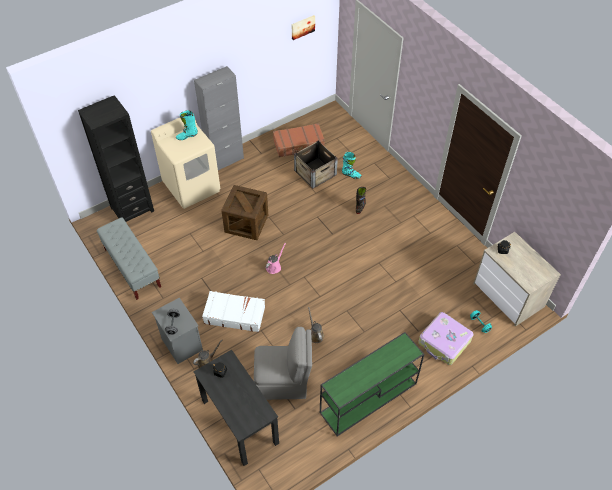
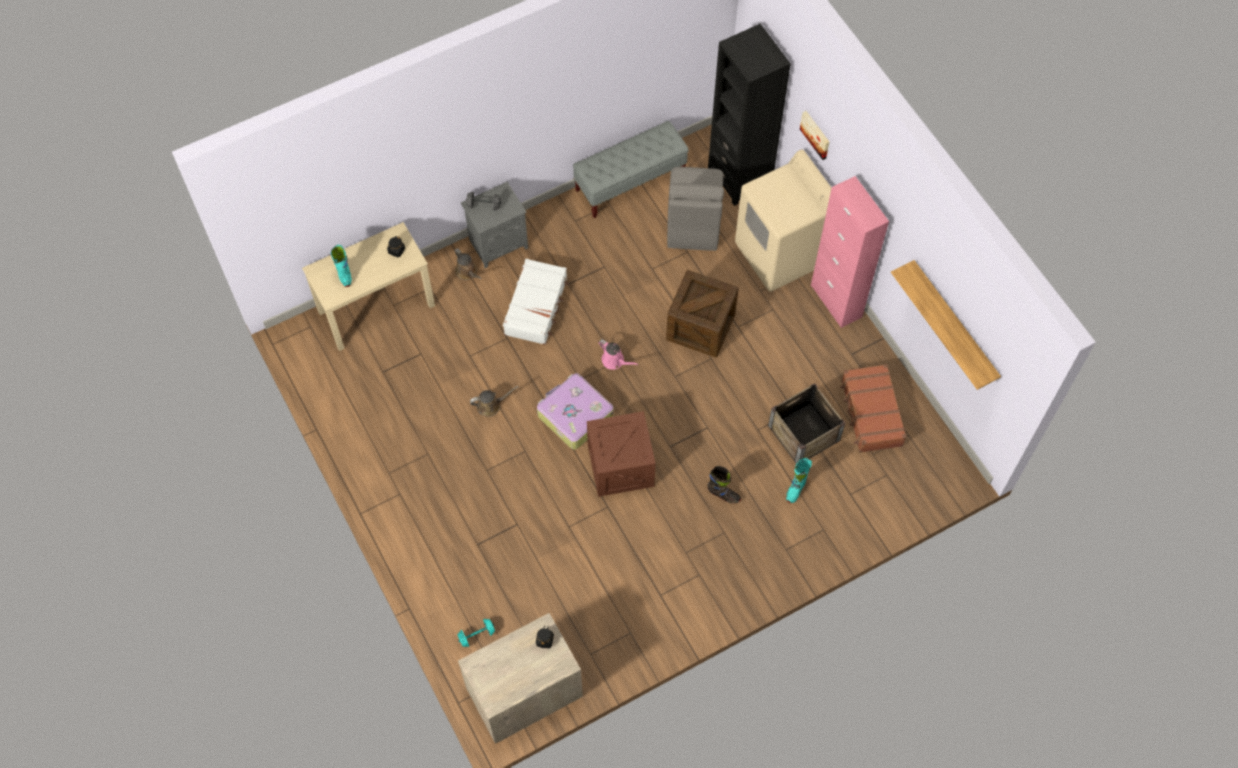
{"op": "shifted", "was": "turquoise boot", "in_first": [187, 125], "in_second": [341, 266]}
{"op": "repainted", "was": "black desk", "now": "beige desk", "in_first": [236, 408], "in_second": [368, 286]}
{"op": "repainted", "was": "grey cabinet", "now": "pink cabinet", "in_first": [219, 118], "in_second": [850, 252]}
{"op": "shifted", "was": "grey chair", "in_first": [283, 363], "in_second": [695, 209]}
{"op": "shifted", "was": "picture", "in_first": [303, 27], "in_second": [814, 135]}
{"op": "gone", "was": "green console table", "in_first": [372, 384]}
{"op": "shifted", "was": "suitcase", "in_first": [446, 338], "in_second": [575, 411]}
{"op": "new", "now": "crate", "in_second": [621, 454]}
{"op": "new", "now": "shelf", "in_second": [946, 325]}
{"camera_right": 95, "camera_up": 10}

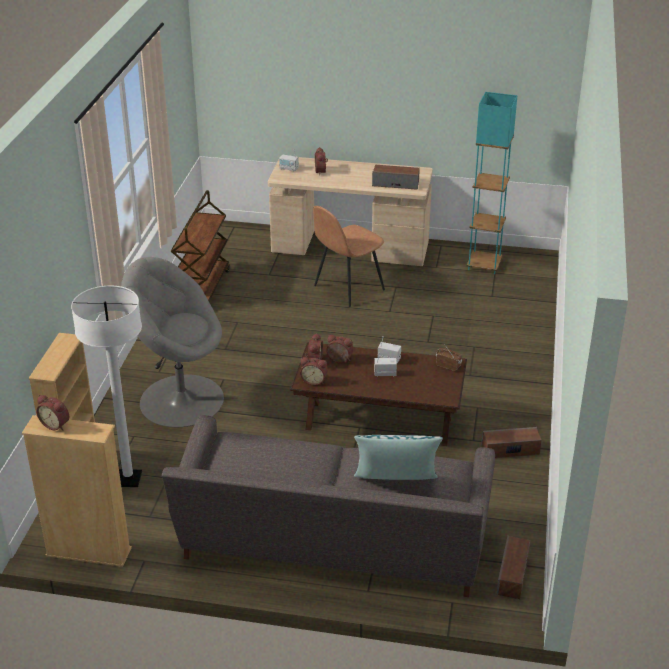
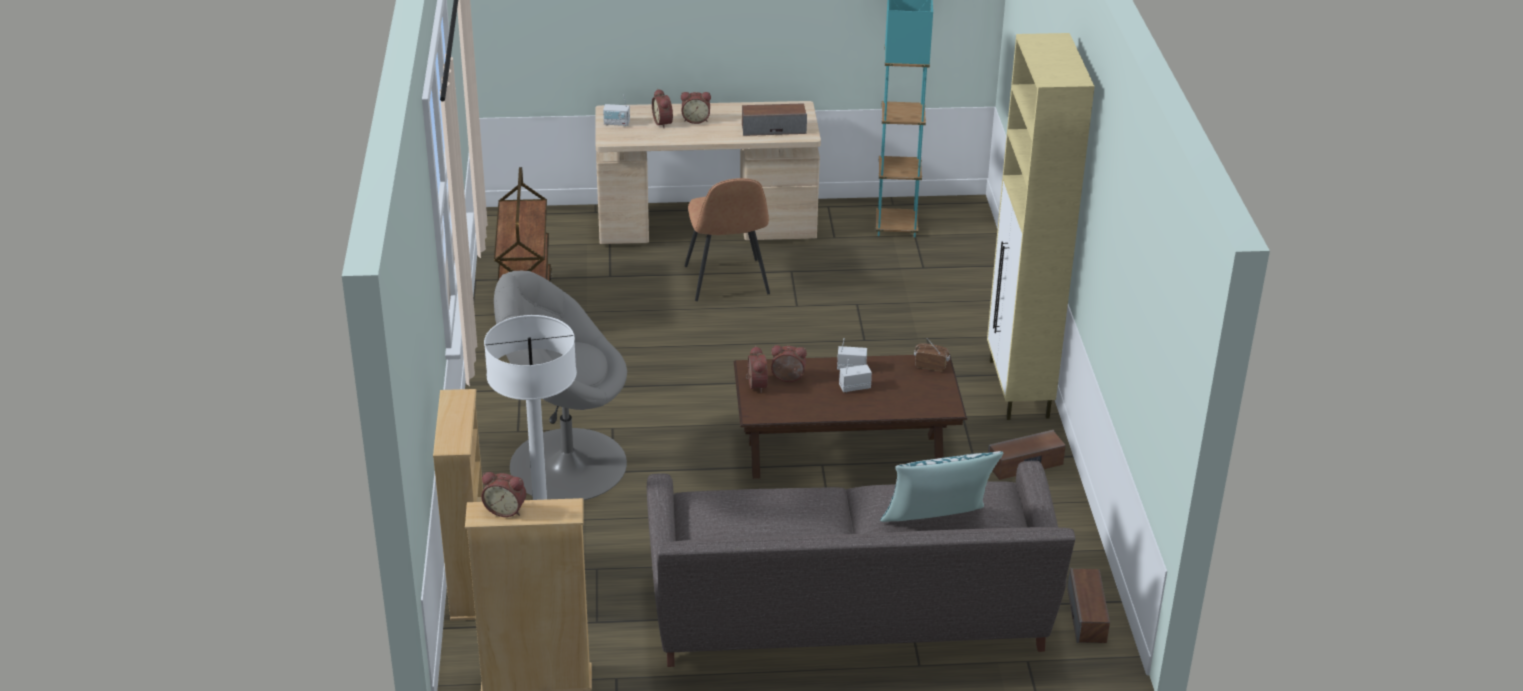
{"op": "shifted", "was": "alarm clock", "in_first": [313, 371], "in_second": [696, 108]}
{"op": "rotated", "was": "brown chair", "in_first": [349, 256], "in_second": [727, 239], "clockwise": -45}
{"op": "new", "now": "beige cabinet", "in_second": [1041, 226]}
{"camera_right": -15, "camera_up": 0}

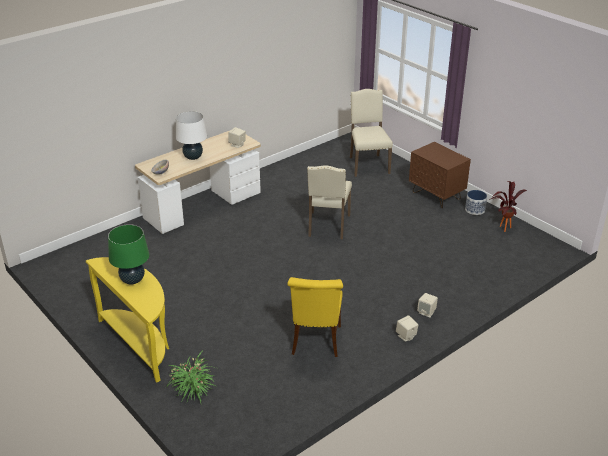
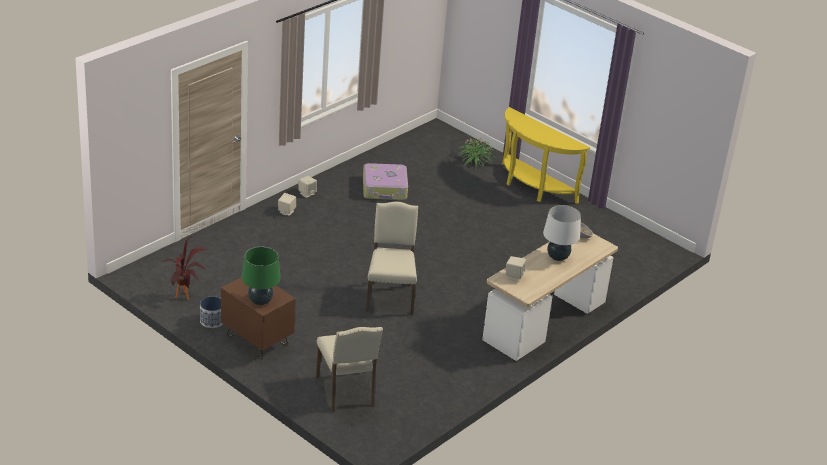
{"op": "shifted", "was": "green table lamp", "in_first": [128, 254], "in_second": [261, 276]}
{"op": "swapped", "was": "yellow chair", "now": "suitcase", "in_first": [315, 317], "in_second": [385, 181]}
{"camera_right": 170, "camera_up": 0}

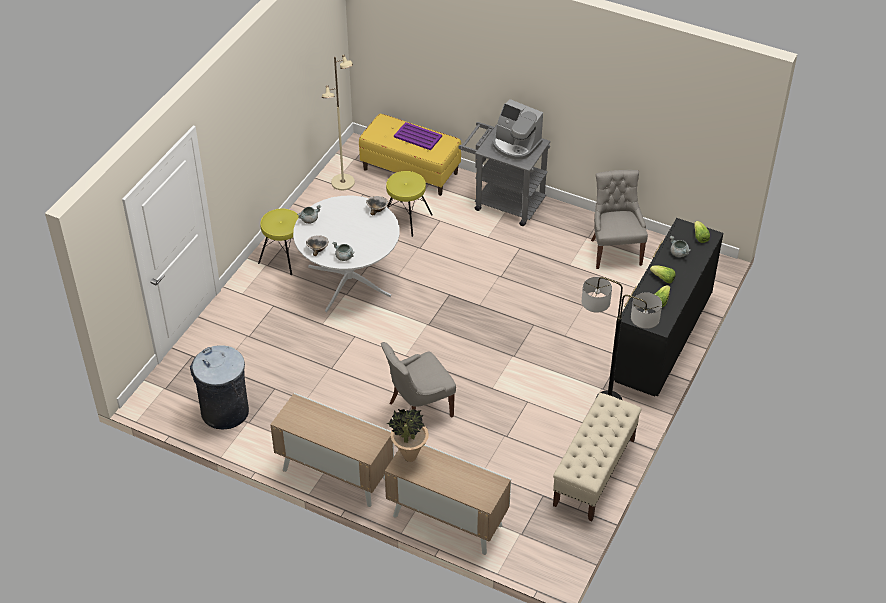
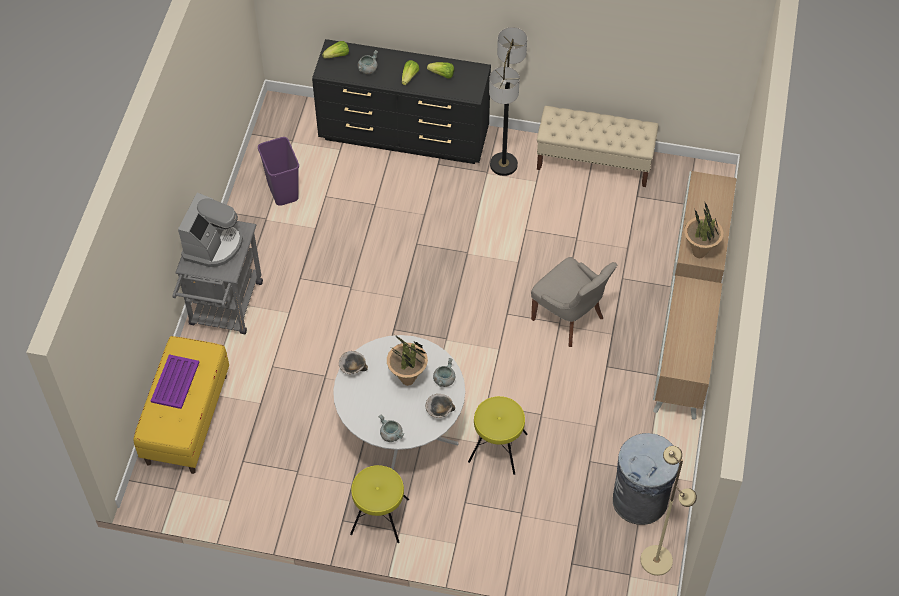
{"op": "shifted", "was": "beige floor lamp", "in_first": [338, 122], "in_second": [668, 511]}
{"op": "shifted", "was": "yellow stool", "in_first": [409, 204], "in_second": [498, 435]}
{"op": "swapped", "was": "grey chair", "now": "purple trash can", "in_first": [619, 219], "in_second": [278, 171]}
{"op": "new", "now": "potted plant", "in_second": [407, 361]}
{"camera_right": -105, "camera_up": 10}

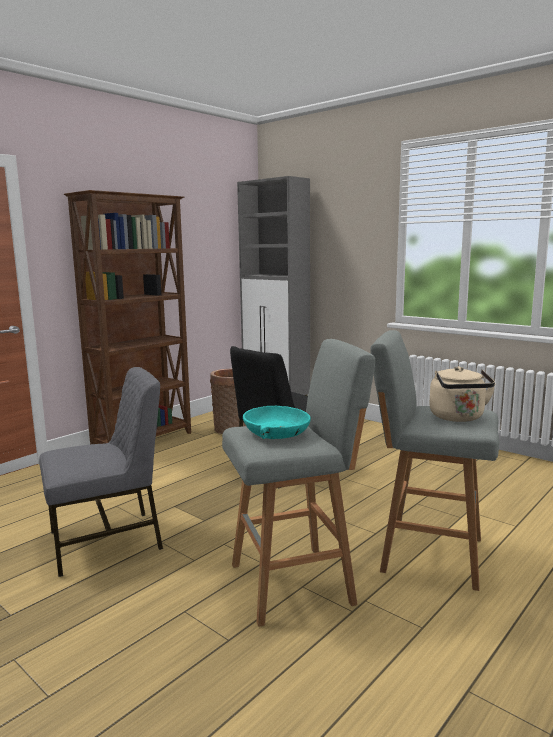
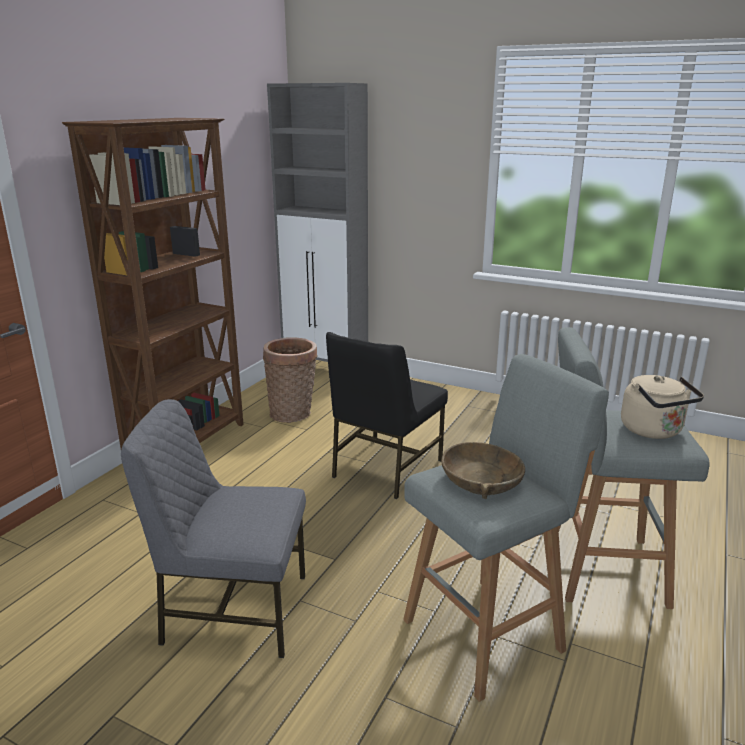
{"op": "rotated", "was": "grey chair", "in_first": [101, 472], "in_second": [213, 528], "clockwise": -135}
{"op": "repainted", "was": "turquoise bowl", "now": "brown bowl", "in_first": [277, 422], "in_second": [483, 470]}
{"camera_right": -15, "camera_up": 10}

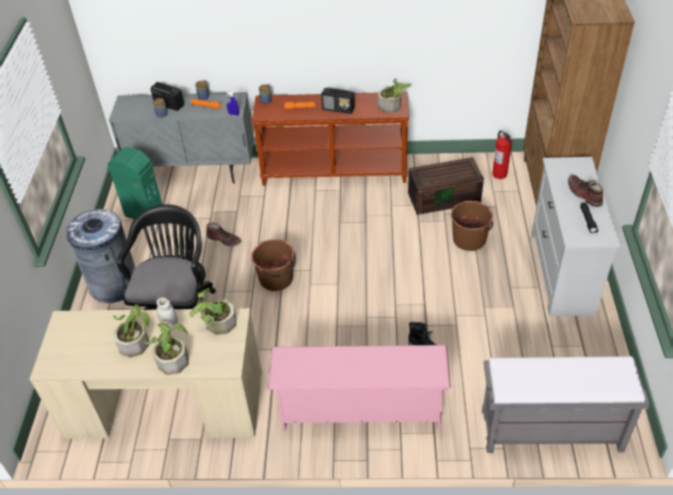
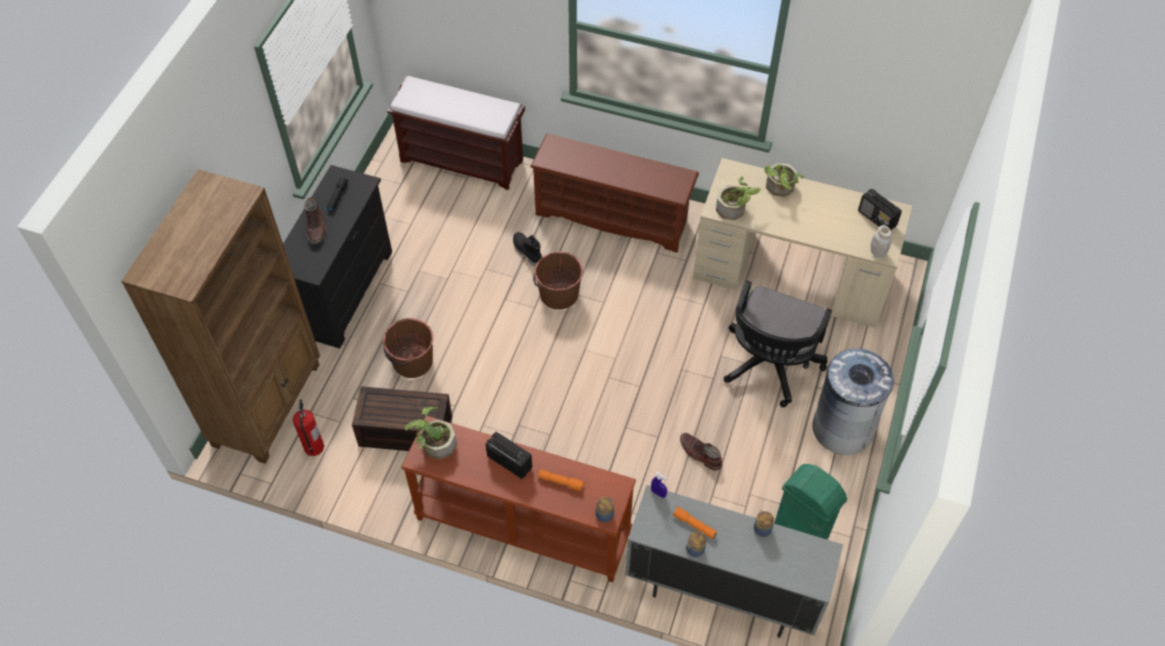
{"op": "gone", "was": "potted plant", "in_first": [131, 331]}
{"op": "shifted", "was": "radio", "in_first": [167, 96], "in_second": [880, 209]}
{"op": "shifted", "was": "white jar", "in_first": [167, 313], "in_second": [881, 241]}
{"op": "shifted", "was": "brown bucket", "in_first": [273, 265], "in_second": [558, 281]}
{"op": "repainted", "was": "pink shoe rack", "now": "brown shoe rack", "in_first": [359, 388], "in_second": [614, 193]}
{"op": "repainted", "was": "grey bench", "now": "brown bench", "in_first": [566, 404], "in_second": [456, 133]}
{"op": "repainted", "was": "white dresser", "now": "black dresser", "in_first": [576, 236], "in_second": [337, 256]}
{"camera_right": -165, "camera_up": 10}

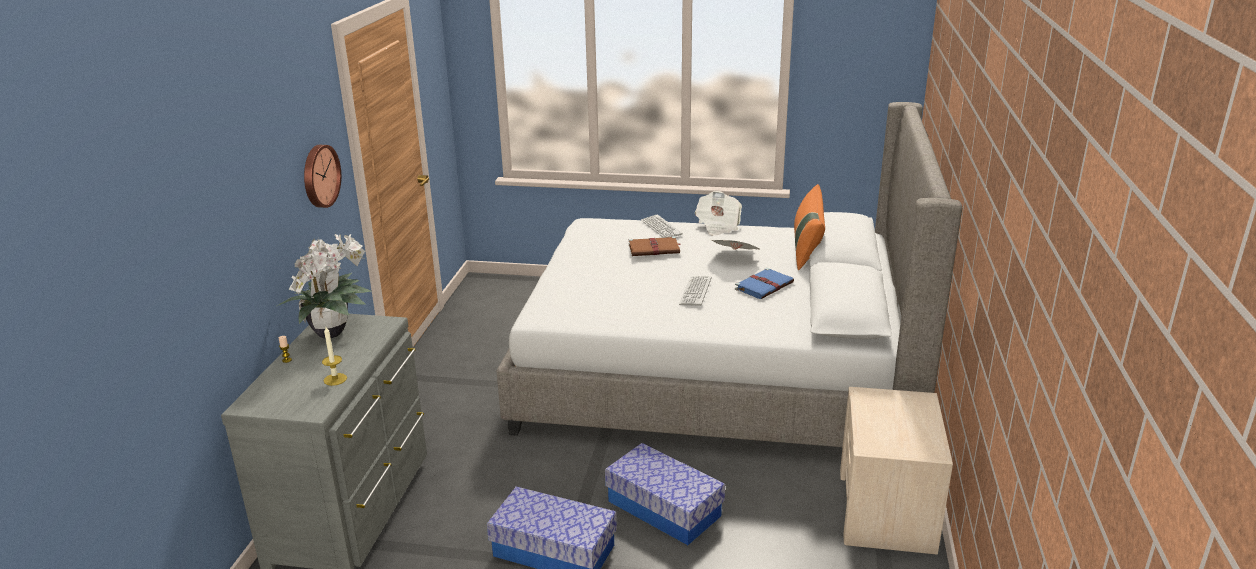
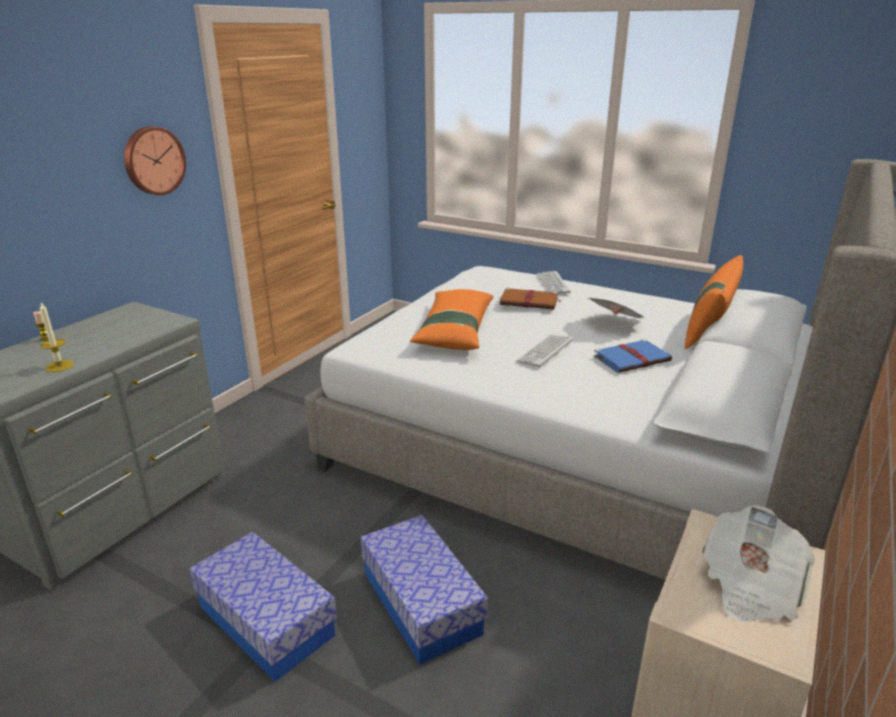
{"op": "gone", "was": "potted plant", "in_first": [324, 286]}
{"op": "shifted", "was": "newspaper", "in_first": [718, 213], "in_second": [758, 563]}
{"op": "new", "now": "orange pillow", "in_second": [451, 319]}
{"camera_right": 20, "camera_up": 0}

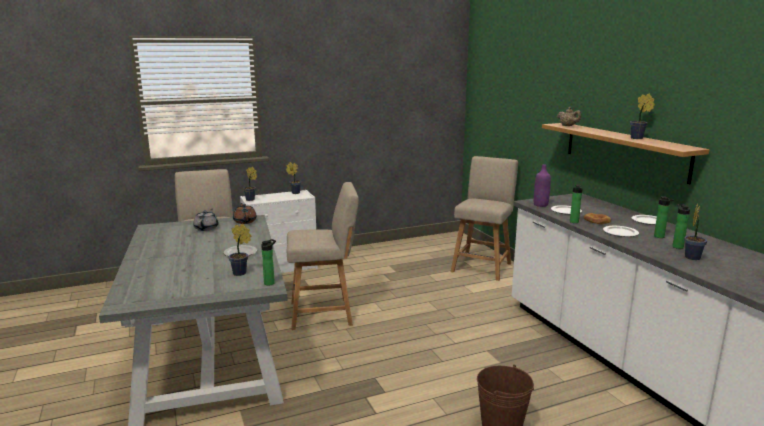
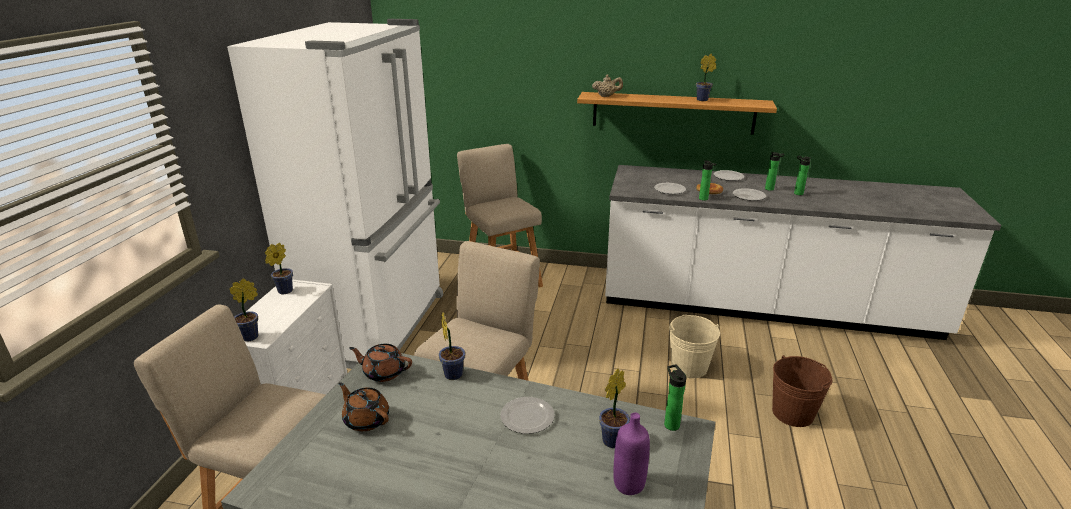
{"op": "repainted", "was": "grey teapot", "now": "brown teapot", "in_first": [206, 220], "in_second": [364, 406]}
{"op": "shifted", "was": "purple bottle", "in_first": [542, 185], "in_second": [631, 454]}
{"op": "shifted", "was": "potted plant", "in_first": [695, 232], "in_second": [452, 346]}
{"op": "new", "now": "white fridge", "in_second": [335, 194]}
{"op": "new", "now": "beige bucket", "in_second": [694, 346]}
{"camera_right": -55, "camera_up": 10}

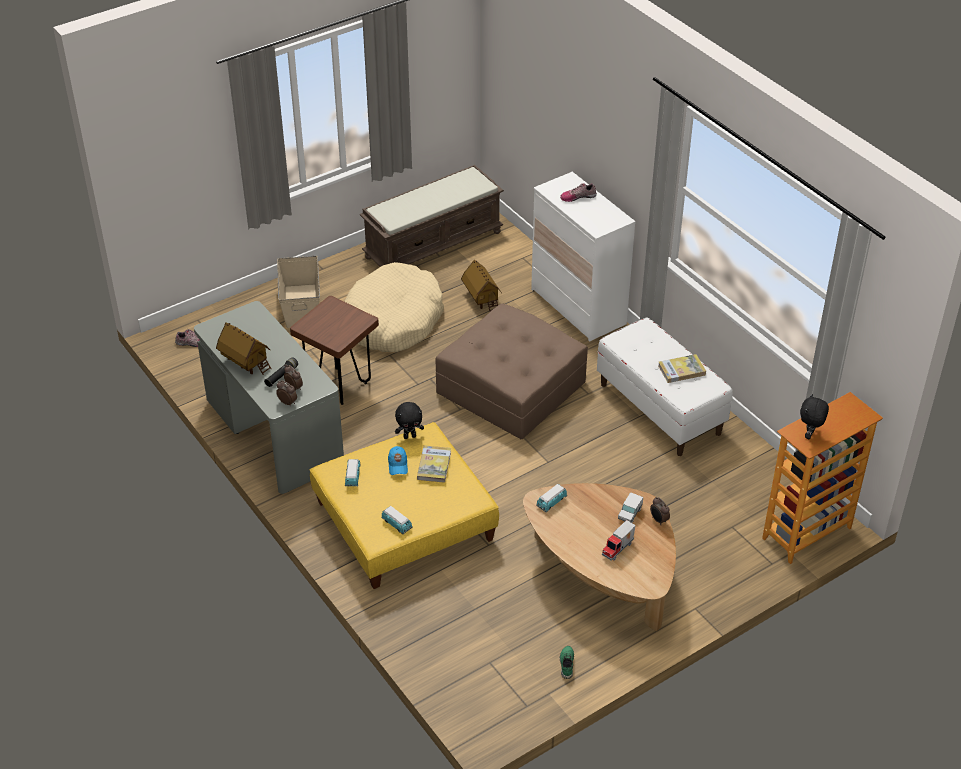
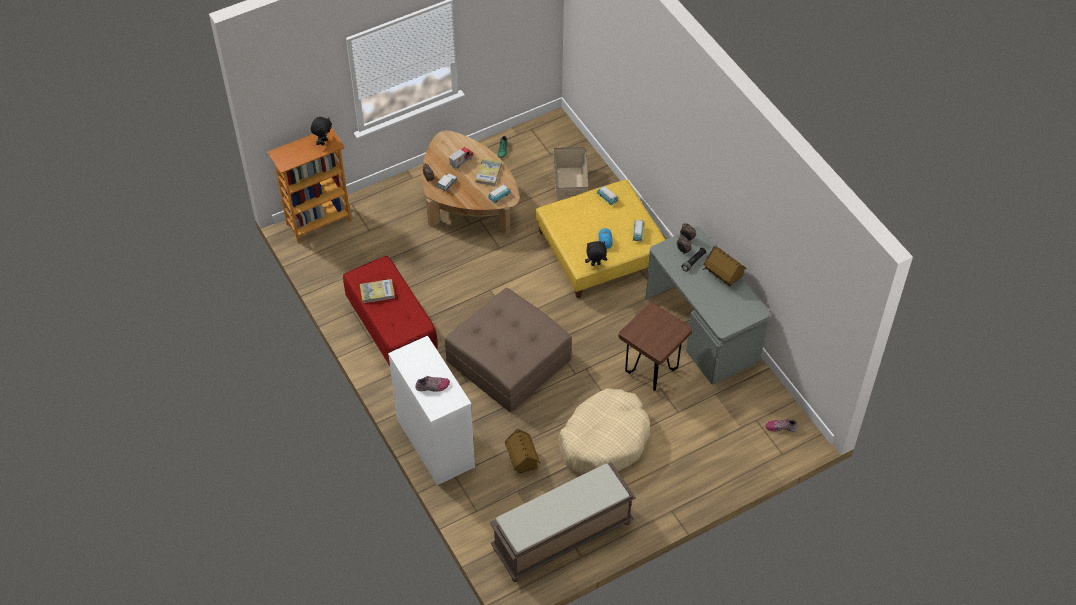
{"op": "shifted", "was": "beige storage box", "in_first": [298, 292], "in_second": [571, 174]}
{"op": "shifted", "was": "book", "in_first": [434, 464], "in_second": [489, 172]}
{"op": "repainted", "was": "white bench", "now": "red bench", "in_first": [665, 386], "in_second": [390, 311]}
{"camera_right": -175, "camera_up": 10}

